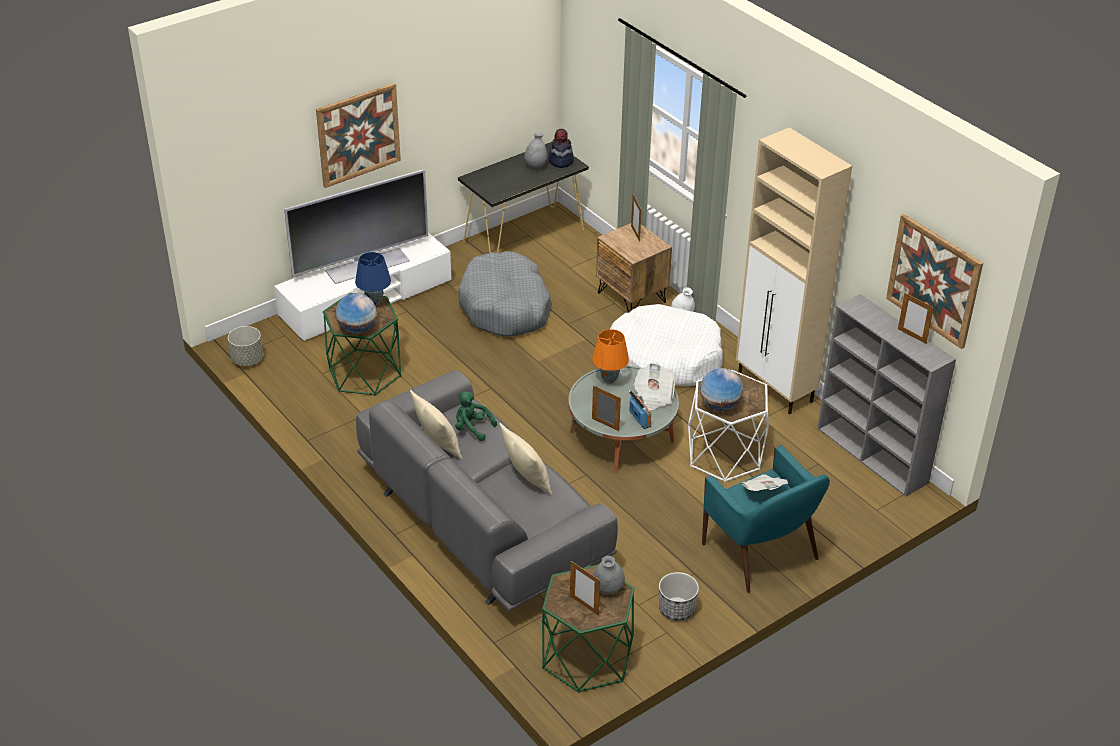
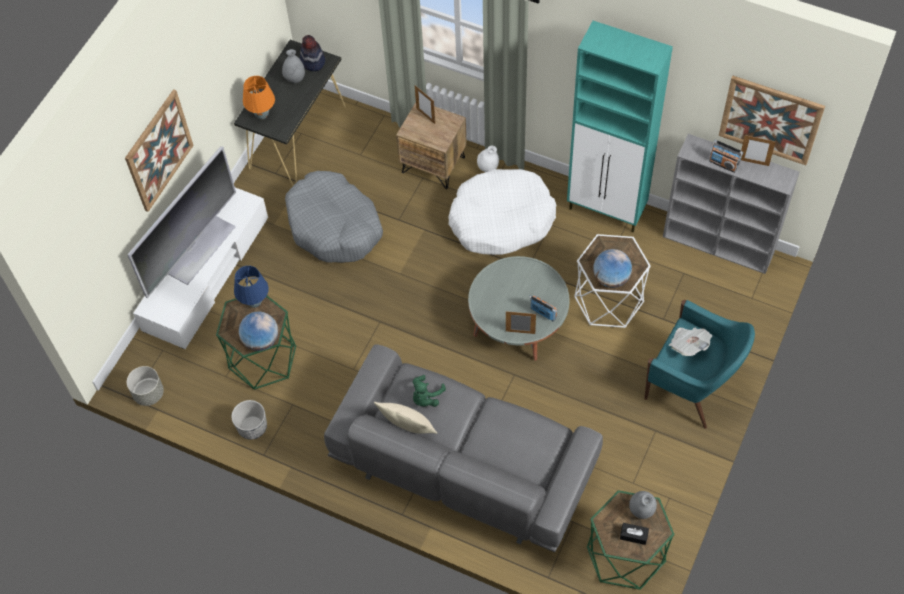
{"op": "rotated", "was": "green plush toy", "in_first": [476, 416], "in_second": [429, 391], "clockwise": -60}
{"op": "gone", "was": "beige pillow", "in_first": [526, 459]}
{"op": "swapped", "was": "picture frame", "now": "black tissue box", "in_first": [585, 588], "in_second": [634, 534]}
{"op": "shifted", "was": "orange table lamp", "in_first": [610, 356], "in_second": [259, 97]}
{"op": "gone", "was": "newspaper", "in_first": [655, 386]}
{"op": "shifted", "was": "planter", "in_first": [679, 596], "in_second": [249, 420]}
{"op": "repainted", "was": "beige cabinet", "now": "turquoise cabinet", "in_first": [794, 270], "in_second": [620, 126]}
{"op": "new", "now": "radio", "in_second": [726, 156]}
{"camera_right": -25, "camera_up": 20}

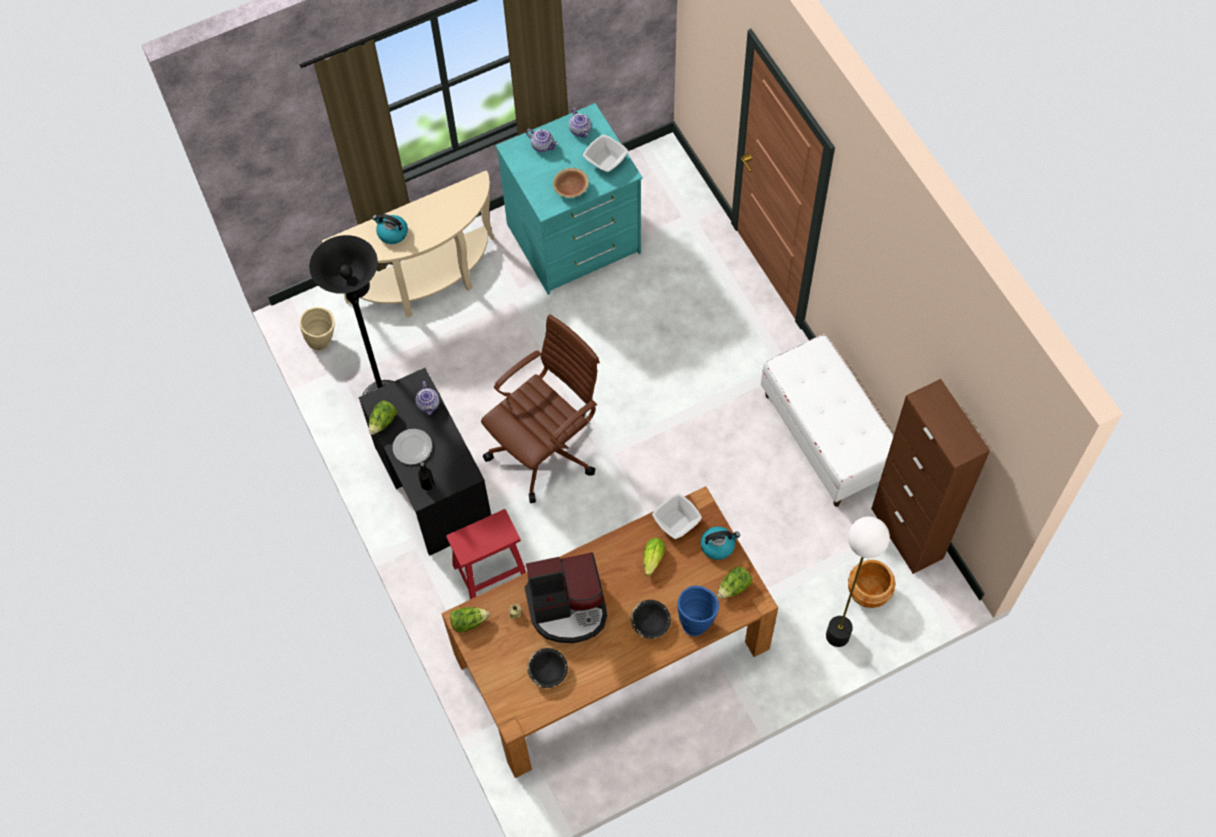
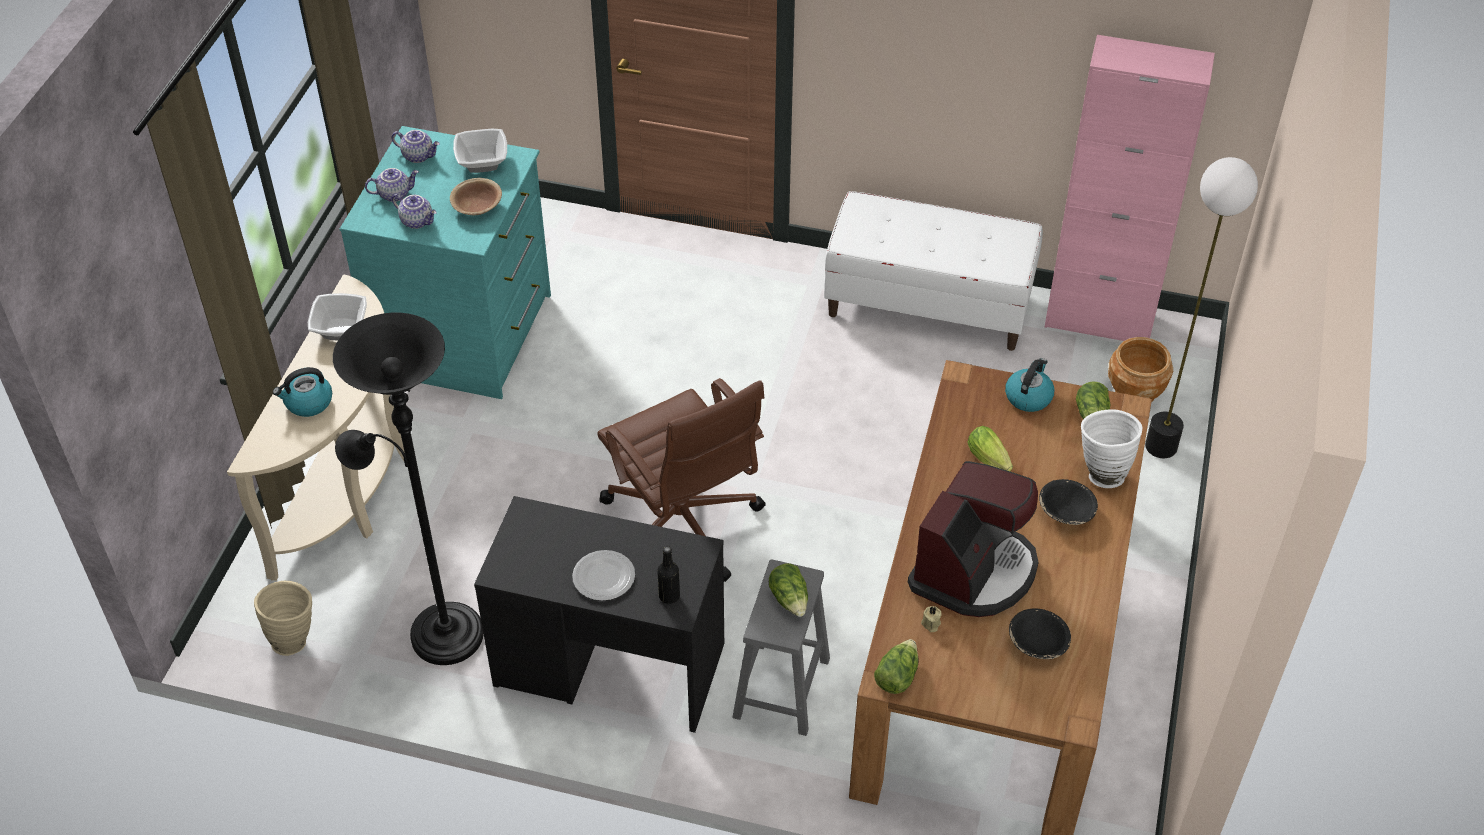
{"op": "shifted", "was": "lettuce", "in_first": [383, 418], "in_second": [788, 590]}
{"op": "shifted", "was": "teapot", "in_first": [427, 398], "in_second": [414, 211]}
{"op": "repainted", "was": "red stool", "now": "grey stool", "in_first": [486, 554], "in_second": [781, 648]}
{"op": "rotated", "was": "brown office chair", "in_first": [540, 408], "in_second": [681, 480], "clockwise": 150}
{"op": "shifted", "was": "bowl", "in_first": [677, 516], "in_second": [337, 317]}
{"op": "repainted", "was": "blue vase", "now": "white vase", "in_first": [698, 611], "in_second": [1111, 448]}
{"op": "repainted", "was": "brown cabinet", "now": "pink cabinet", "in_first": [930, 476], "in_second": [1130, 188]}
{"camera_right": -50, "camera_up": -15}

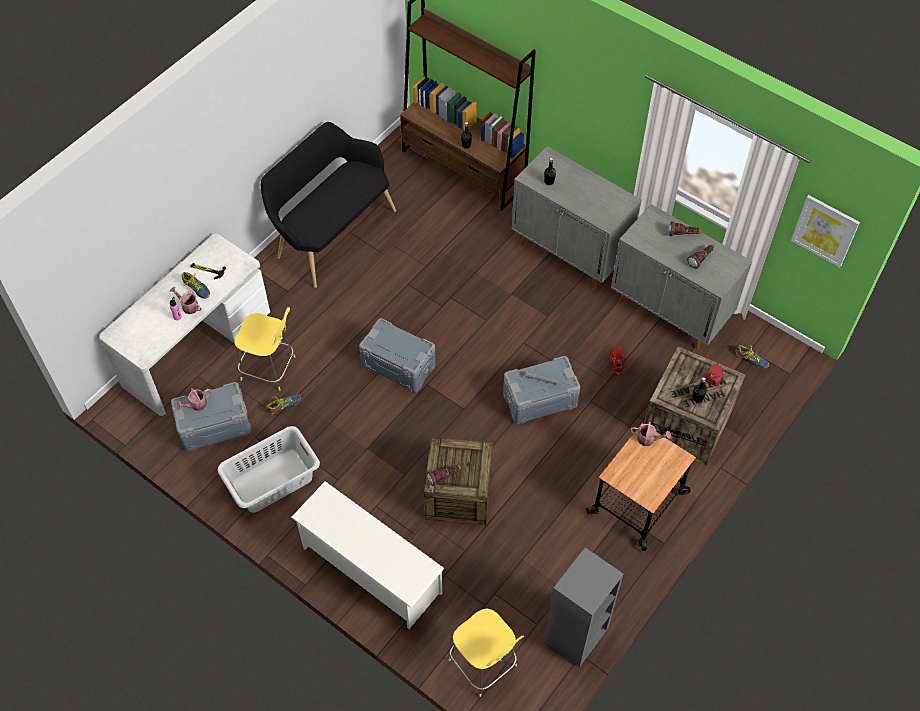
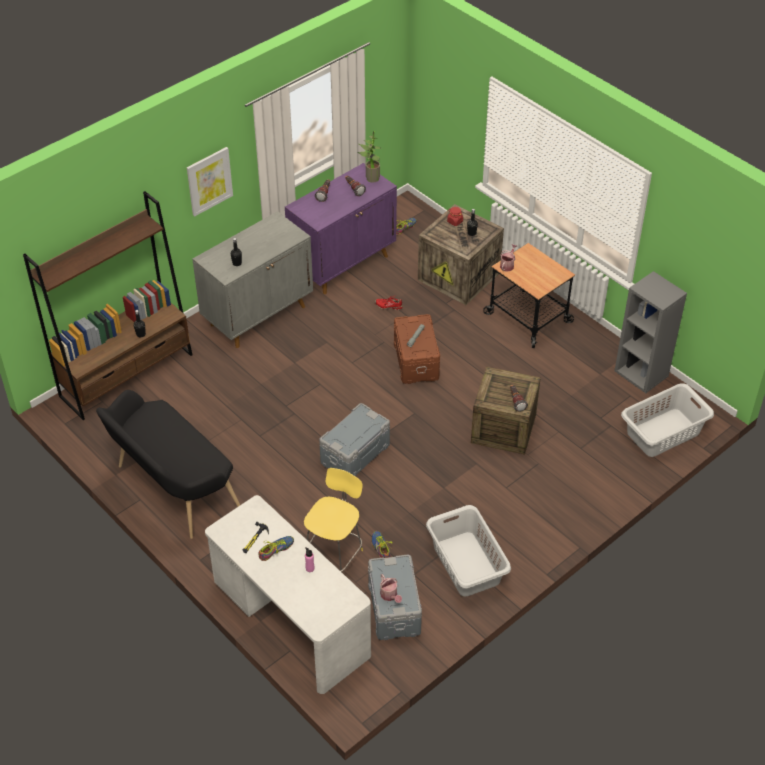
{"op": "gone", "was": "watering can", "in_first": [186, 300]}
{"op": "gone", "was": "white shoe rack", "in_first": [368, 555]}
{"op": "swapped", "was": "yellow stool", "now": "grey laundry basket", "in_first": [486, 653], "in_second": [667, 420]}
{"op": "repainted", "was": "grey storage box", "now": "brown storage box", "in_first": [541, 390], "in_second": [417, 349]}
{"op": "repainted", "was": "grey cabinet", "now": "purple cabinet", "in_first": [681, 277], "in_second": [341, 229]}
{"op": "shifted", "was": "picture", "in_first": [825, 231], "in_second": [210, 181]}
{"op": "new", "now": "potted plant", "in_second": [369, 157]}
{"camera_right": -80, "camera_up": -10}

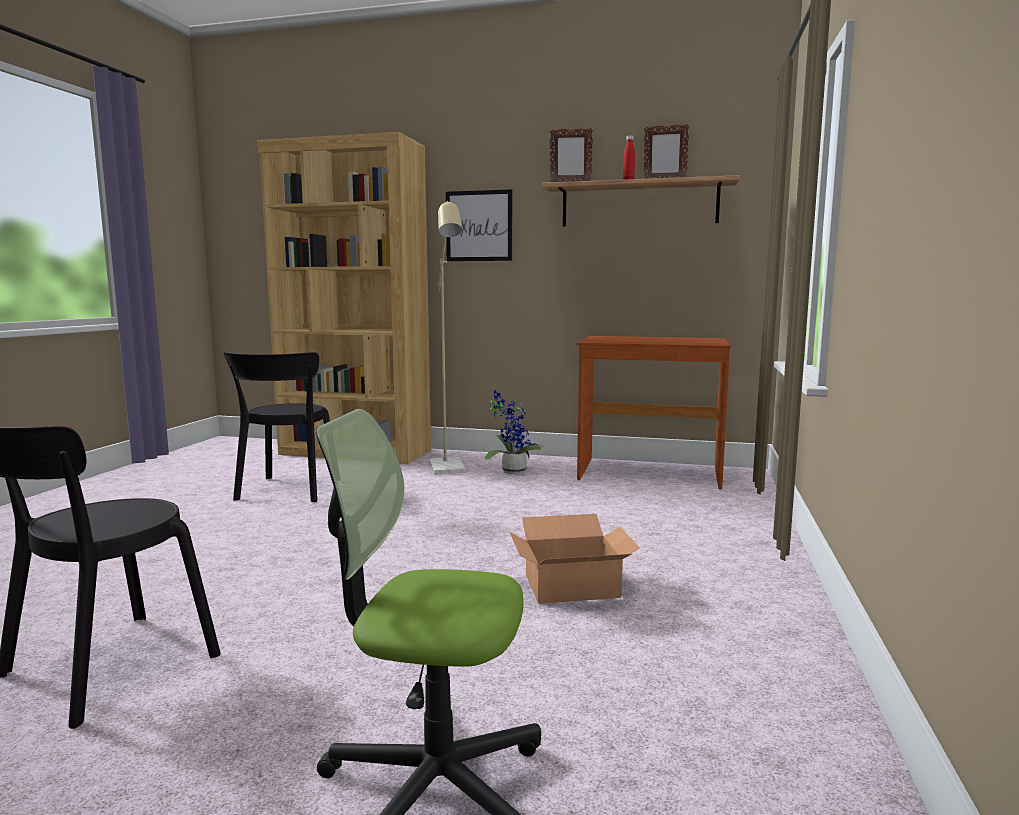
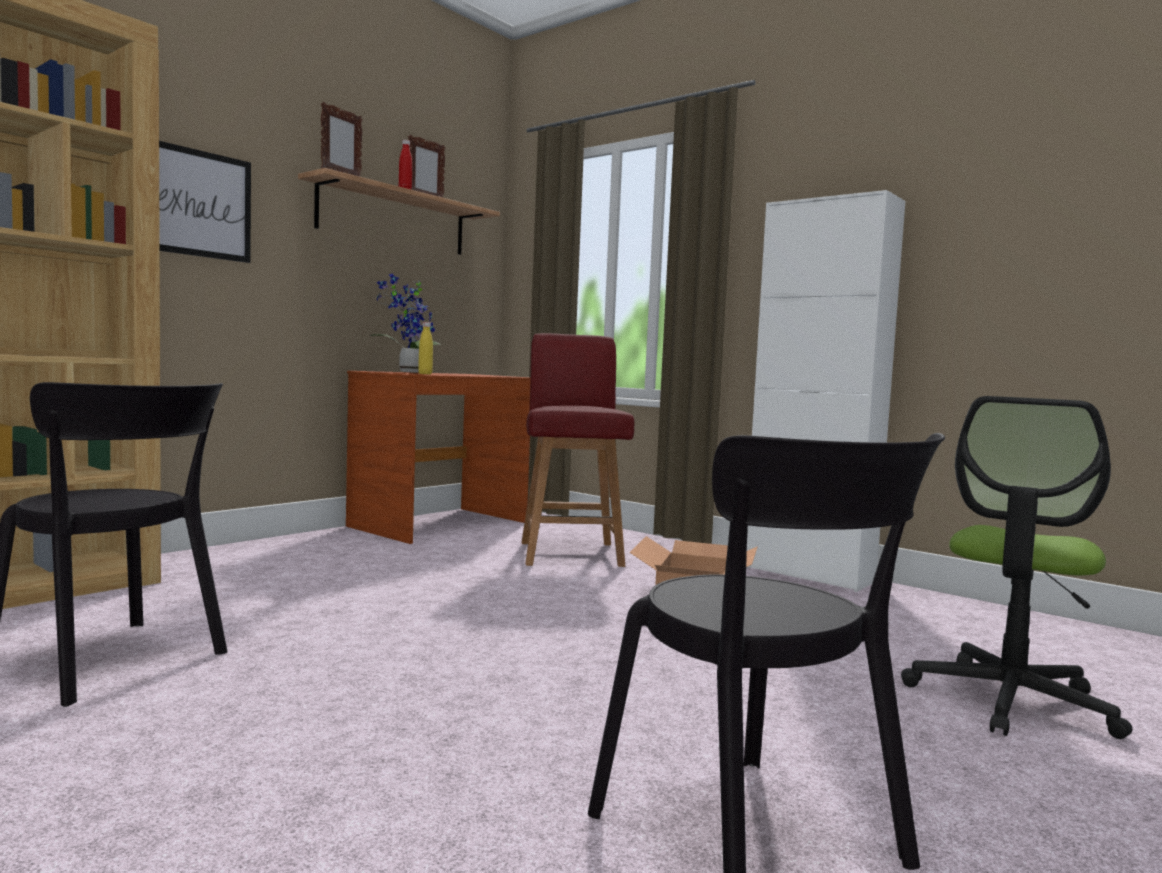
{"op": "gone", "was": "beige floor lamp", "in_first": [447, 337]}
{"op": "shifted", "was": "potted plant", "in_first": [514, 432], "in_second": [405, 323]}
{"op": "new", "now": "yellow bottle", "in_second": [425, 348]}
{"op": "new", "now": "red chair", "in_second": [577, 450]}
{"op": "new", "now": "white cabinet", "in_second": [825, 391]}
{"camera_right": -65, "camera_up": -5}

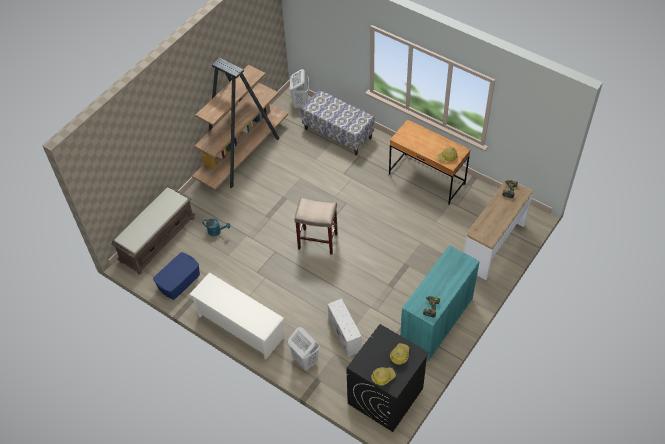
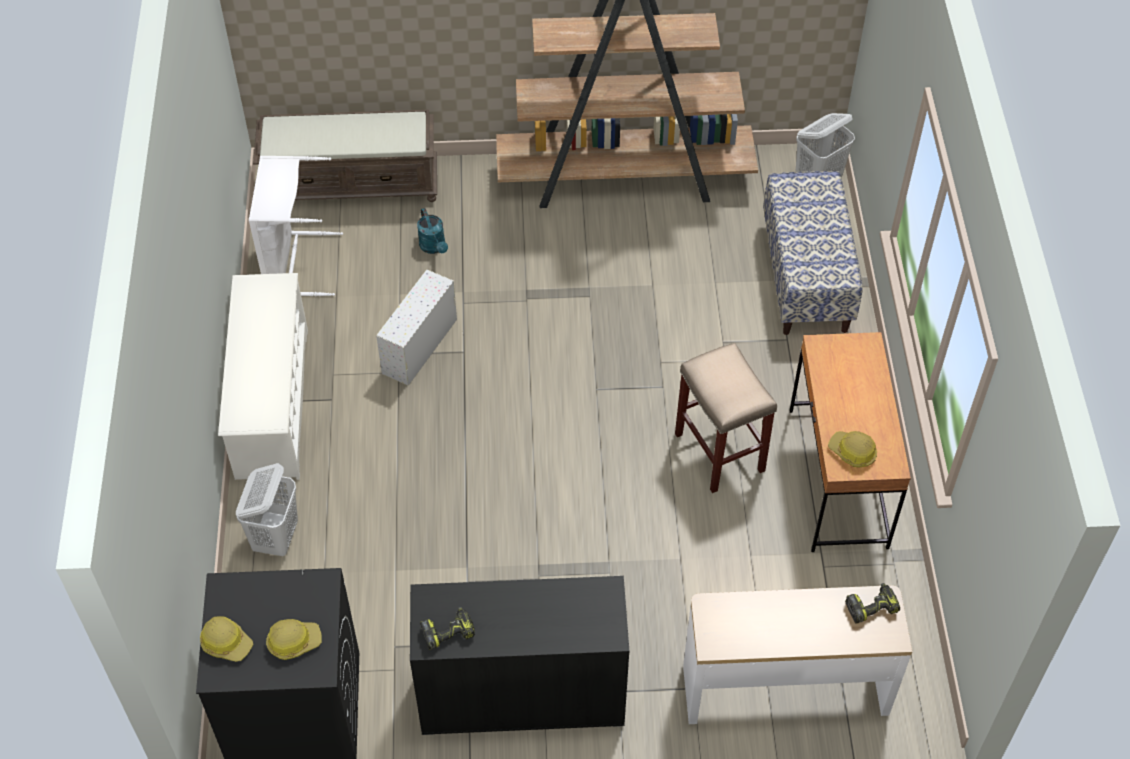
{"op": "swapped", "was": "blue storage box", "now": "white laundry basket", "in_first": [176, 276], "in_second": [296, 226]}
{"op": "shifted", "was": "beige stool", "in_first": [316, 226], "in_second": [726, 418]}
{"op": "shifted", "was": "white storage box", "in_first": [345, 327], "in_second": [416, 328]}
{"op": "repainted", "was": "turquoise cabinet", "now": "black cabinet", "in_first": [440, 303], "in_second": [519, 655]}
{"camera_right": 50, "camera_up": 0}

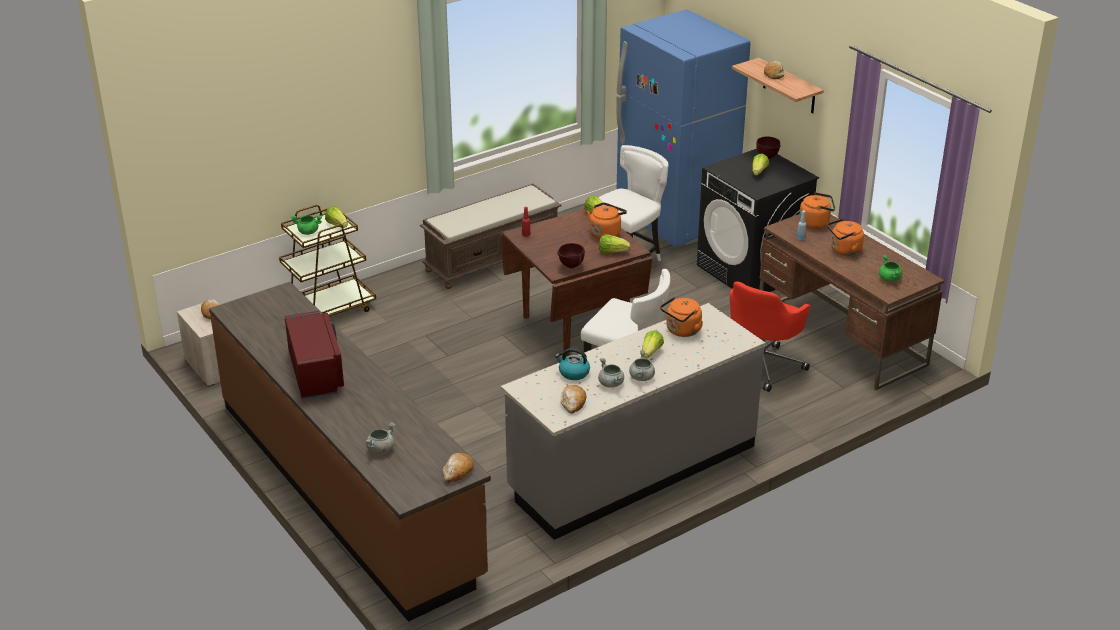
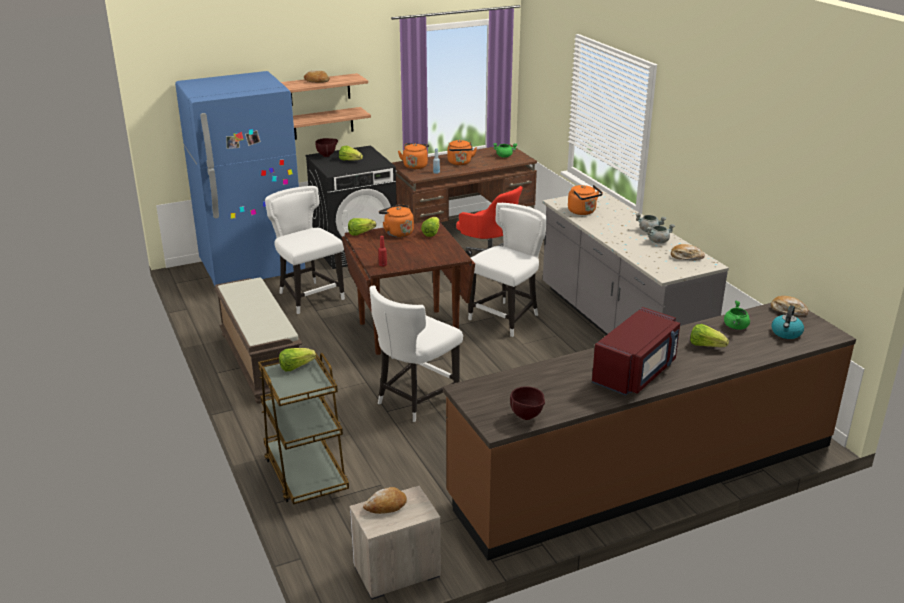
{"op": "rotated", "was": "red microwave", "in_first": [314, 355], "in_second": [636, 351], "clockwise": 135}
{"op": "shifted", "was": "green cooking pot", "in_first": [306, 225], "in_second": [737, 315]}
{"op": "gone", "was": "grey cooking pot", "in_first": [380, 438]}
{"op": "shifted", "was": "kettle", "in_first": [572, 364], "in_second": [788, 322]}
{"op": "shifted", "was": "brown bowl", "in_first": [571, 255], "in_second": [527, 403]}
{"op": "shifted", "was": "lettuce", "in_first": [653, 344], "in_second": [709, 335]}
{"op": "new", "now": "shelf", "in_second": [332, 123]}
{"op": "new", "now": "white chair", "in_second": [416, 353]}
{"camera_right": -80, "camera_up": -5}

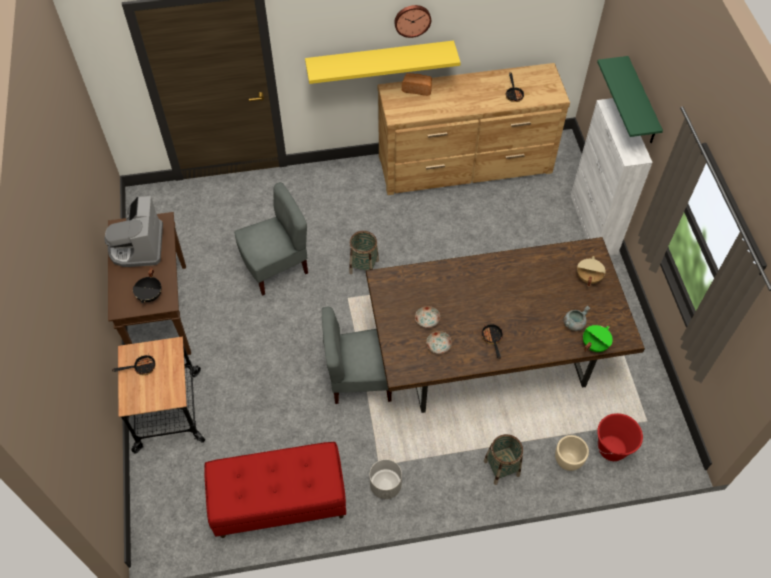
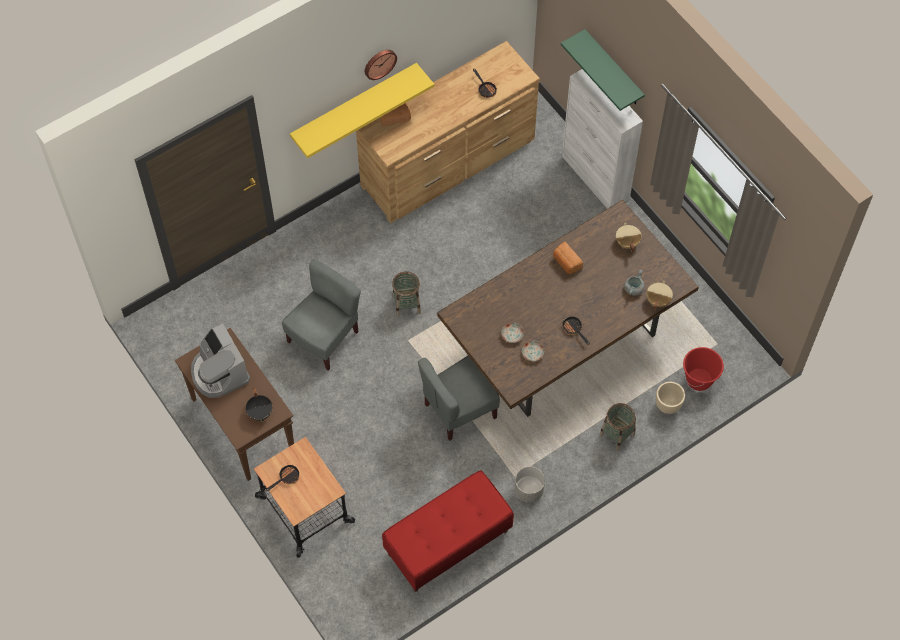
{"op": "repainted", "was": "green cooking pot", "now": "beige cooking pot", "in_first": [598, 338], "in_second": [660, 295]}
{"op": "new", "now": "bread", "in_second": [568, 258]}
{"camera_right": -25, "camera_up": 5}

